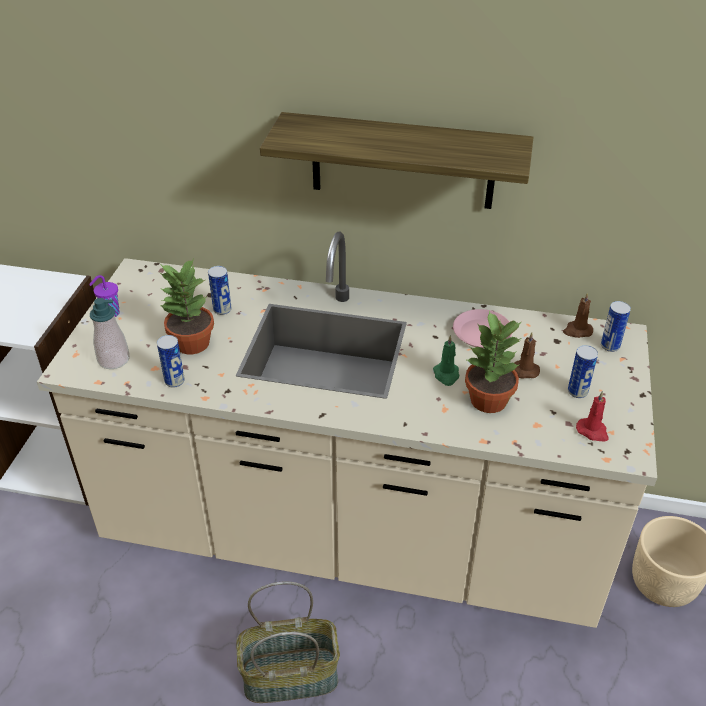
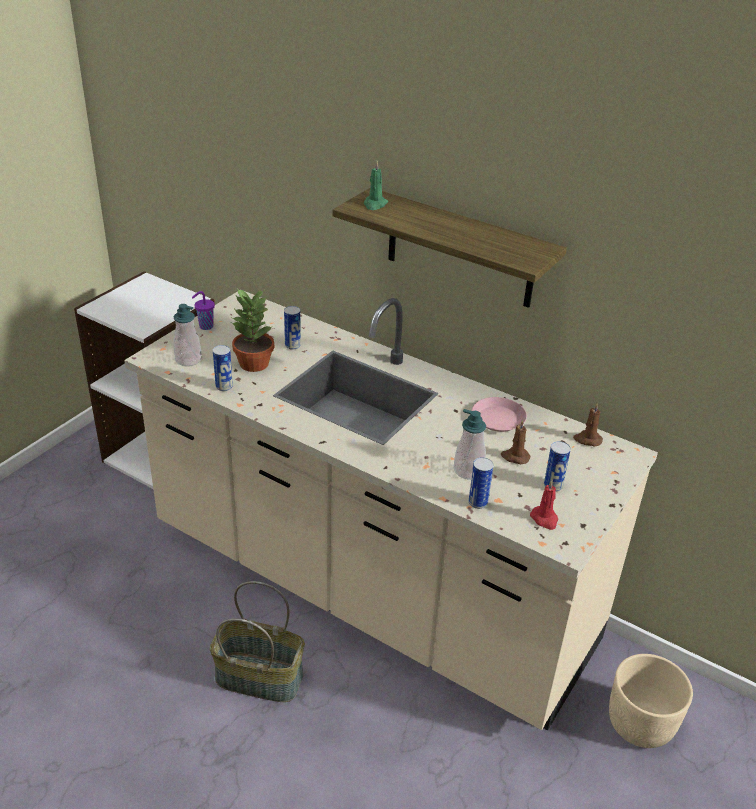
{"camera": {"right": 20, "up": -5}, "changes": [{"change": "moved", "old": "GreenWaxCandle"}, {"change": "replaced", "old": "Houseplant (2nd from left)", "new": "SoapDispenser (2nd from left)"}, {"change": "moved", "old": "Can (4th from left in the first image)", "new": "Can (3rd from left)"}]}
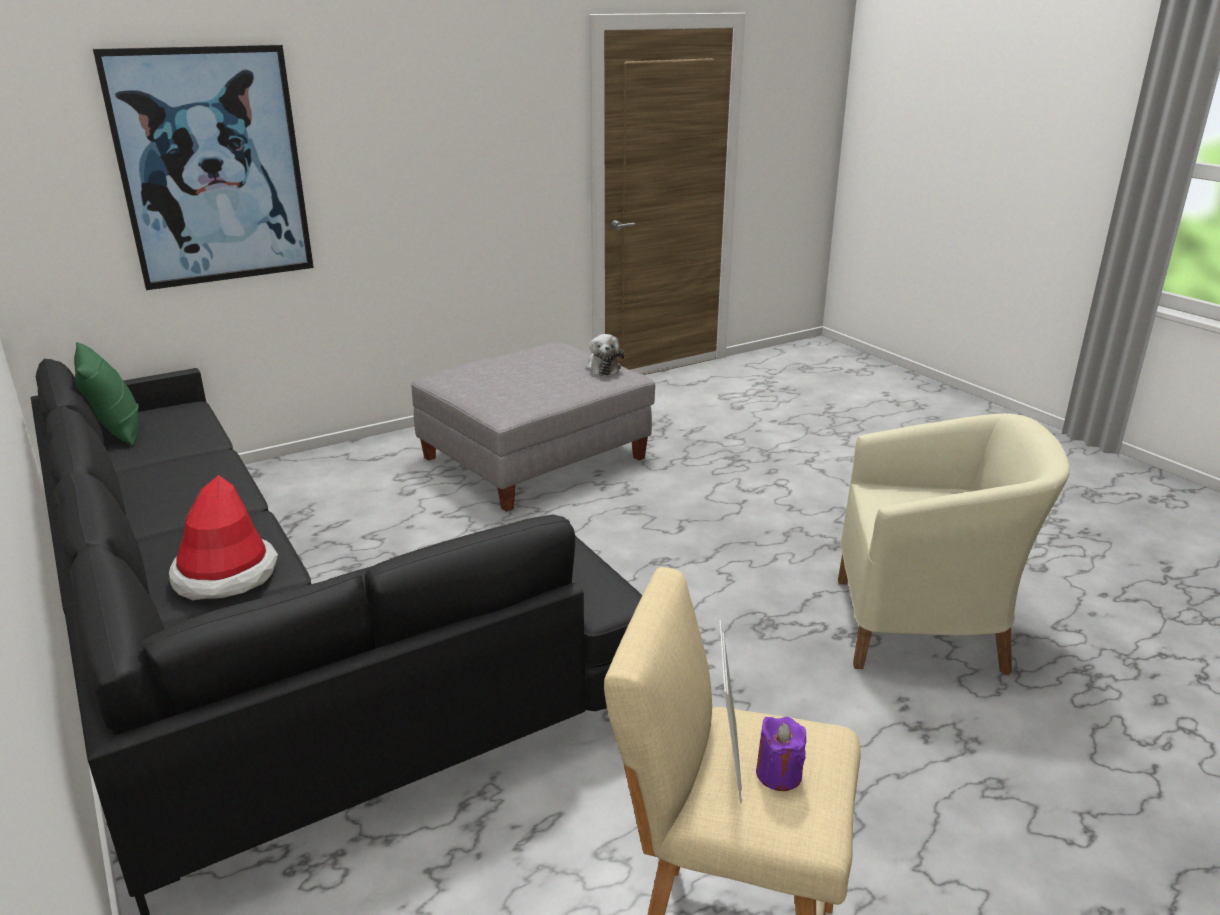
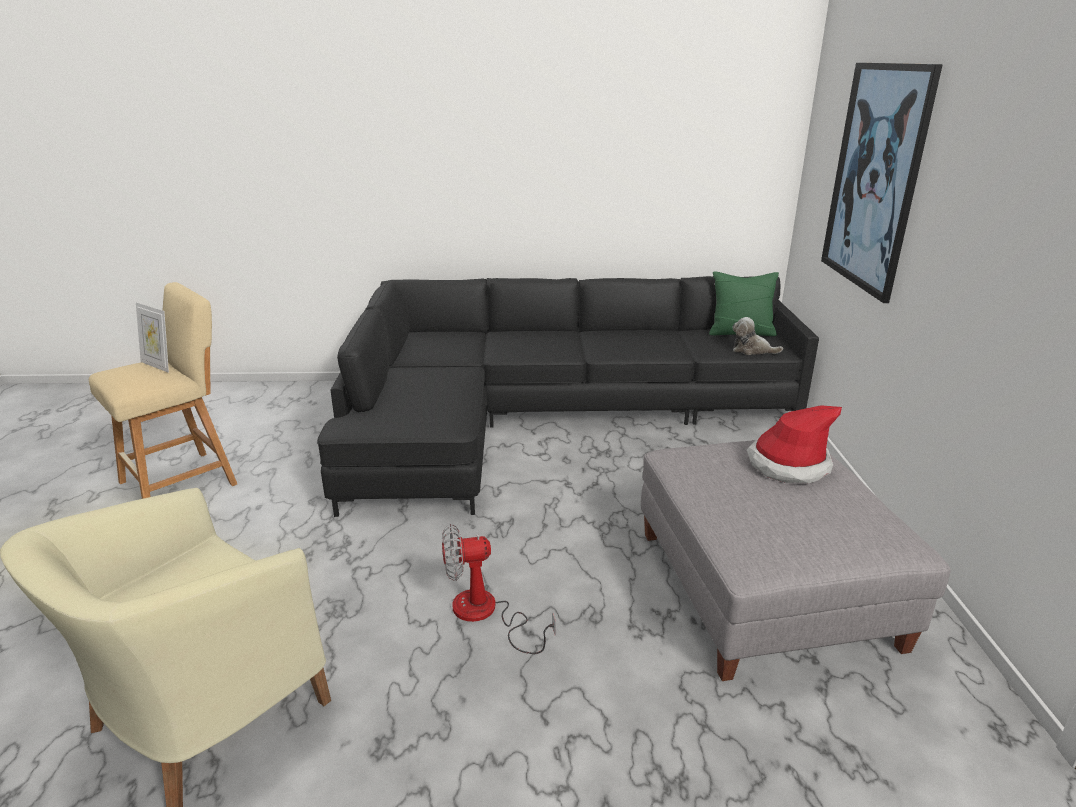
{"camera": {"right": 120, "up": 0}, "changes": [{"change": "moved", "old": "ClothingHat"}, {"change": "moved", "old": "SoftToy"}, {"change": "removed", "old": "PurpleColouredWaxCandle"}, {"change": "added", "new": "CoolingFan"}]}
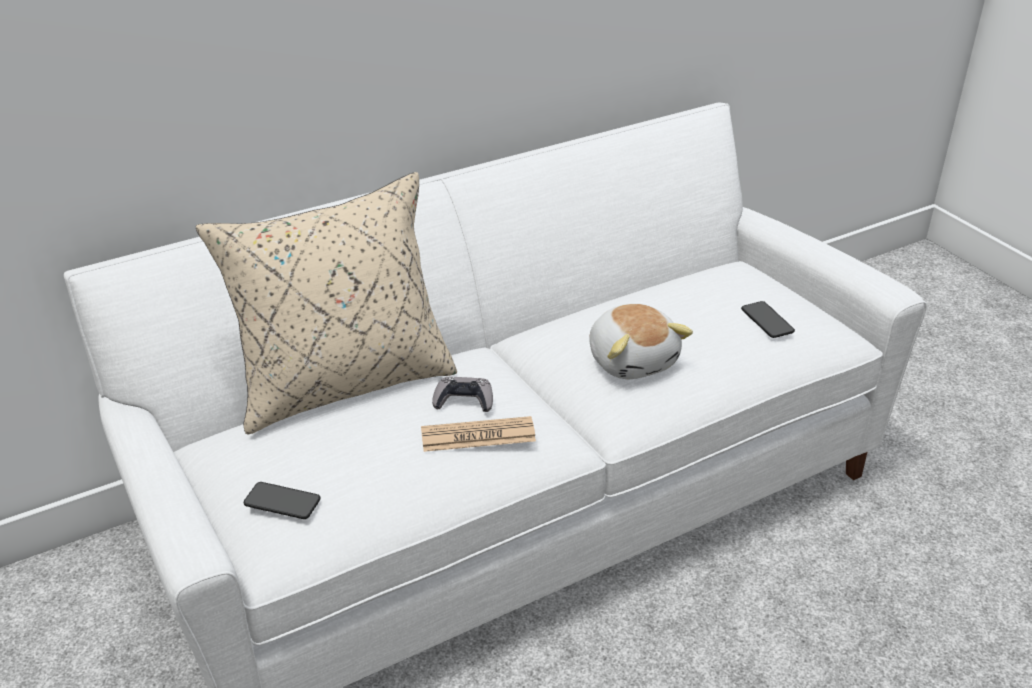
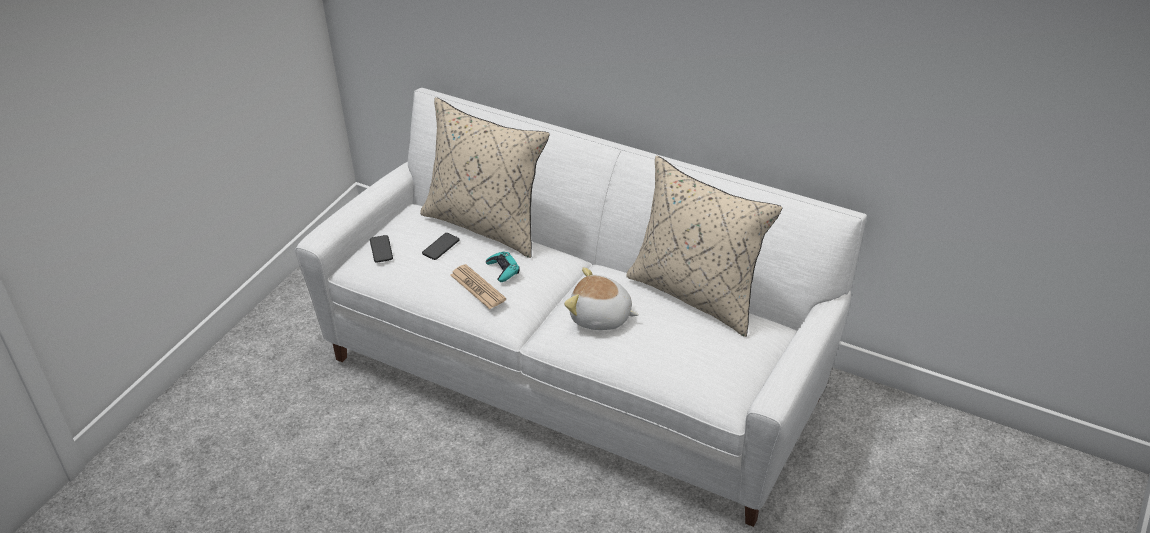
{"camera": {"right": 60, "up": 5}, "changes": [{"change": "recoloured", "old": "GrayJoypad", "new": "TurquoiseJoypad"}, {"change": "turned", "old": "SoftToy", "degrees": 75}, {"change": "moved", "old": "Handset (2nd from left)"}, {"change": "added", "new": "BeigeColouredPillow (2nd from left)"}]}
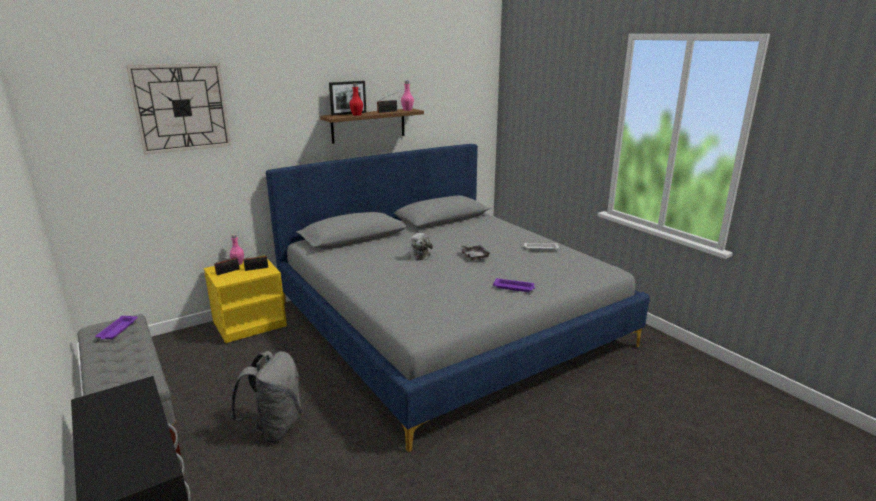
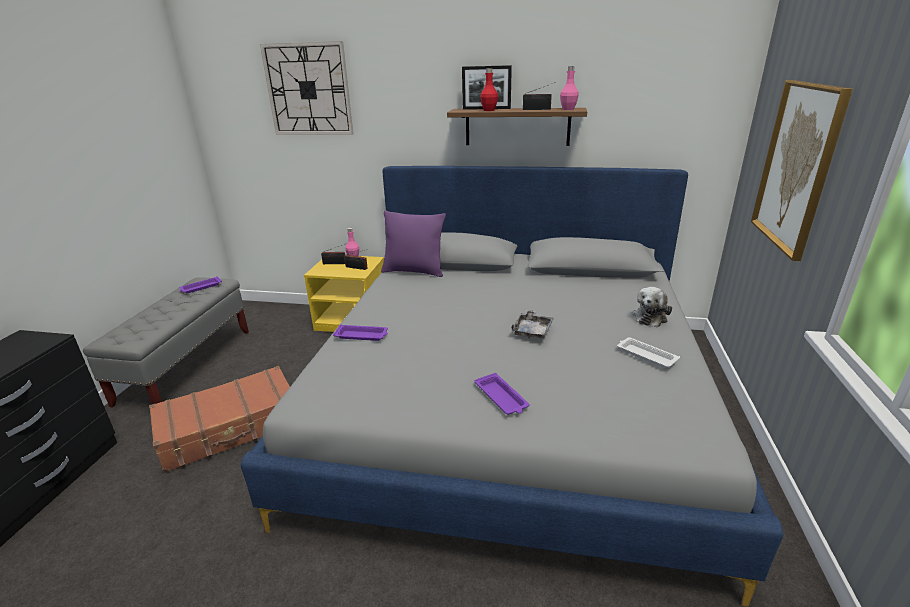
{"camera": {"right": 45, "up": 5}, "changes": [{"change": "replaced", "old": "GrayRucksack", "new": "BrownColouredPieceOfLuggage"}, {"change": "moved", "old": "SoftToy"}, {"change": "added", "new": "PurpleColouredCarryingTray (2nd from left)"}, {"change": "added", "new": "PurpleColouredPillow"}, {"change": "added", "new": "WallPicture"}]}
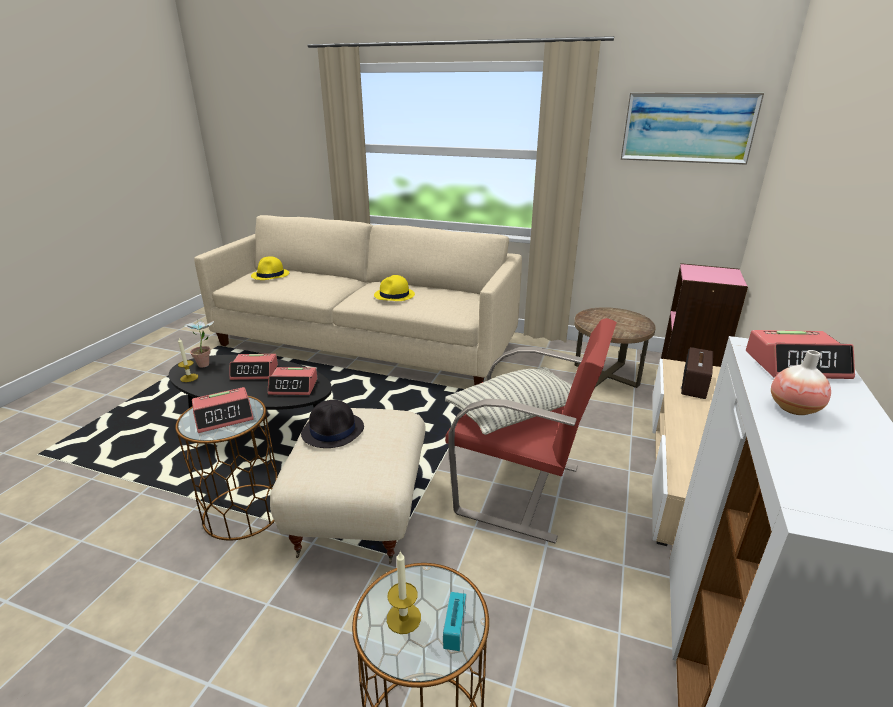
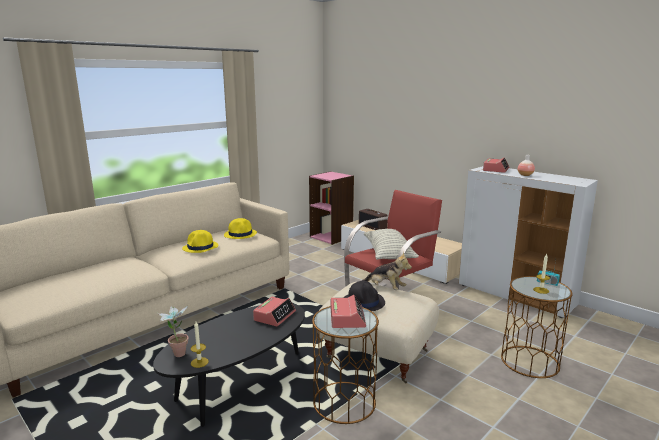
{"camera": {"right": -65, "up": -10}, "changes": [{"change": "removed", "old": "AlarmClock (2nd from left)"}, {"change": "moved", "old": "YellowishClothingHat (1st from left in the first image)", "new": "YellowishClothingHat (2nd from left)"}, {"change": "removed", "old": "BrownColouredAccentTable (3rd from left)"}, {"change": "removed", "old": "WallPicture"}, {"change": "added", "new": "SoftToy"}]}
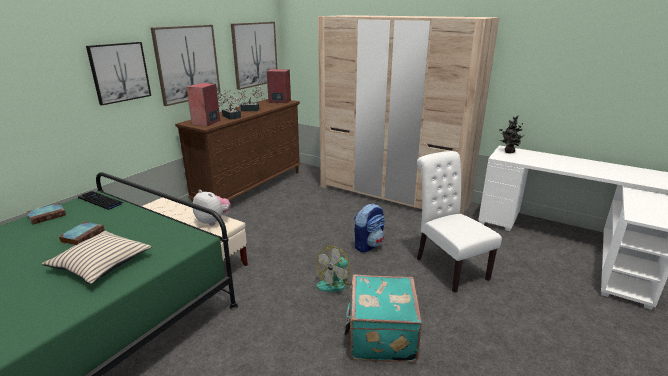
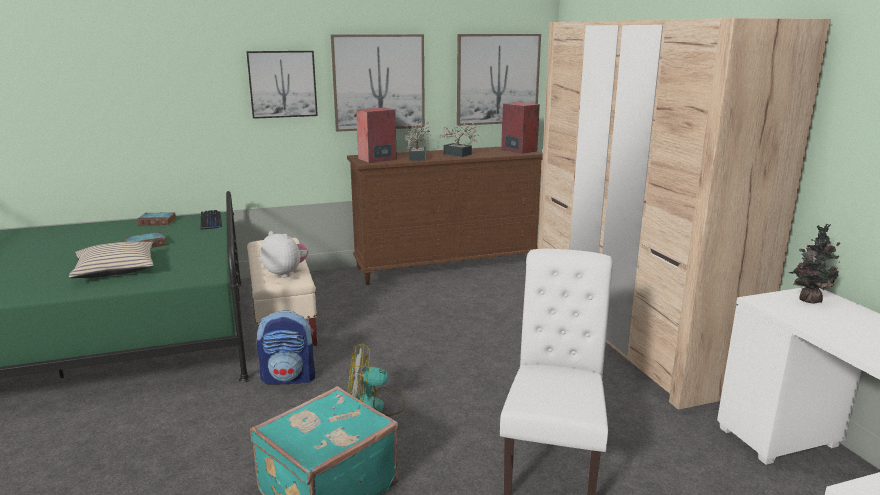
{"camera": {"right": 40, "up": -5}, "changes": [{"change": "turned", "old": "SoftToy", "degrees": -45}, {"change": "moved", "old": "Rucksack"}]}
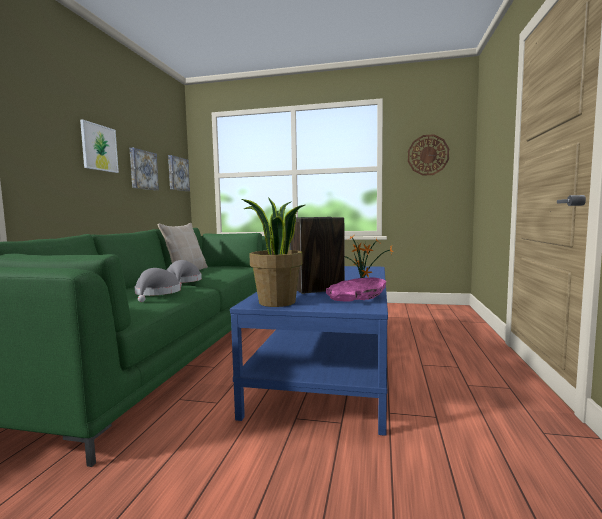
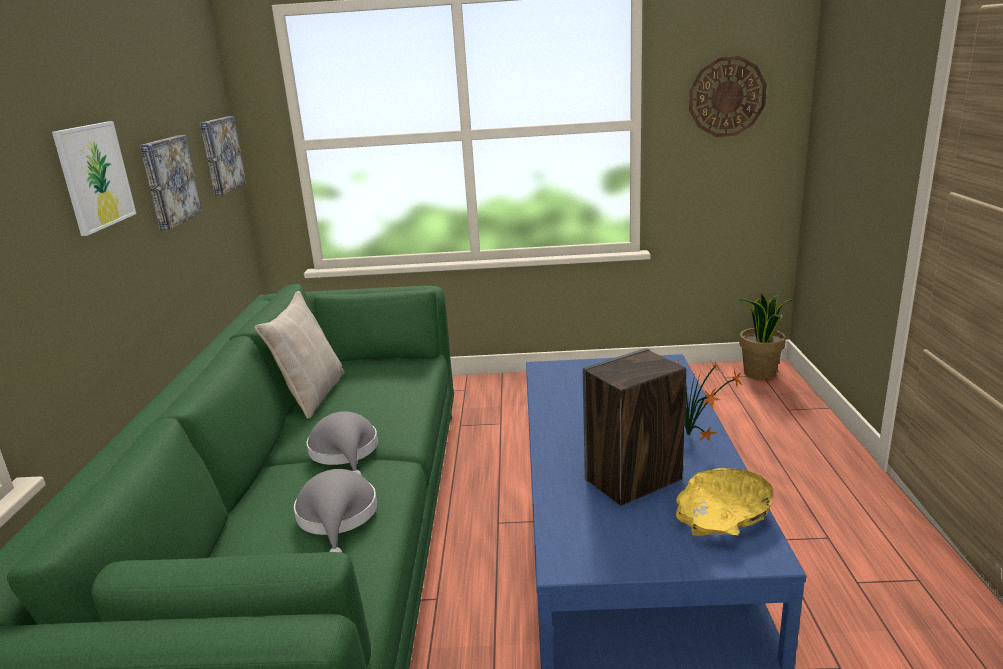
{"camera": {"right": -10, "up": 15}, "changes": [{"change": "moved", "old": "Houseplant (1st from left in the first image)", "new": "Houseplant (2nd from left)"}, {"change": "recoloured", "old": "PinkColouredDeepDish", "new": "YellowishDeepDish"}]}
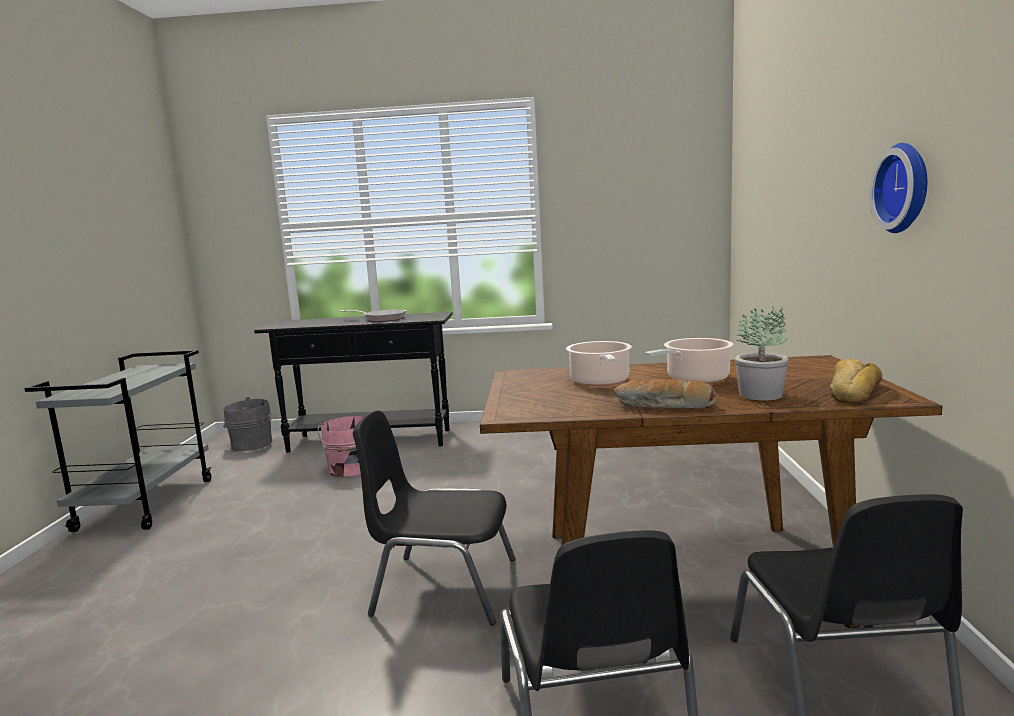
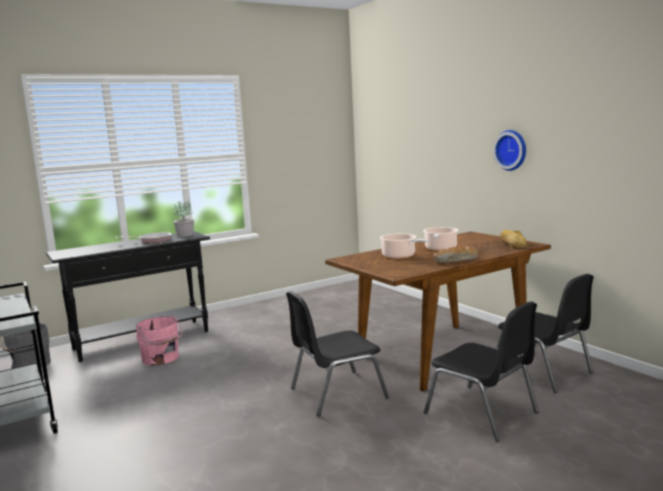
{"camera": {"right": -35, "up": 0}, "changes": [{"change": "moved", "old": "Houseplant"}]}
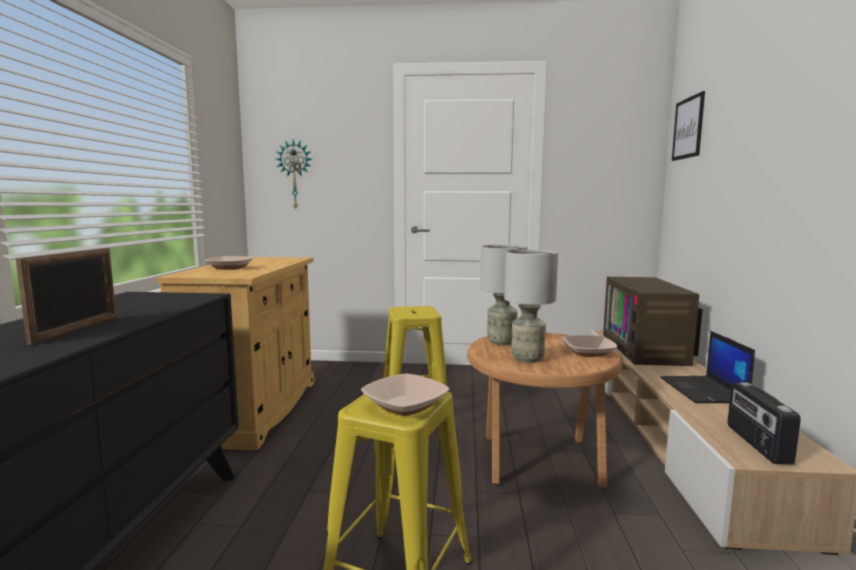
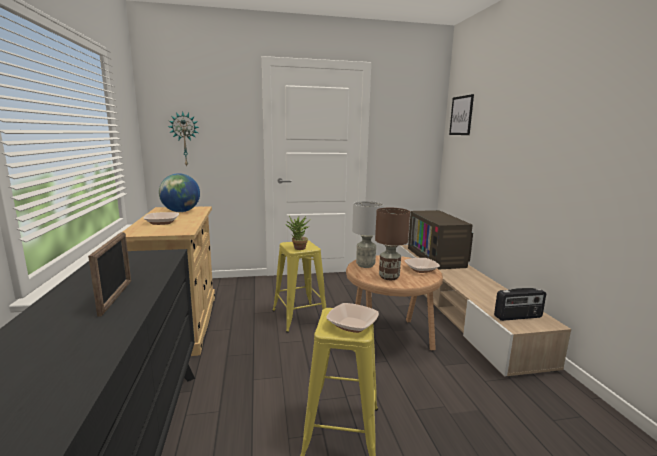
{"camera": {"right": -15, "up": 5}, "changes": [{"change": "recoloured", "old": "GrayLampForATable (2nd from left)", "new": "BrownColouredLampForATable"}, {"change": "removed", "old": "Laptop"}, {"change": "turned", "old": "RadioSet", "degrees": -90}, {"change": "added", "new": "DeskGlobe"}, {"change": "added", "new": "Houseplant"}]}
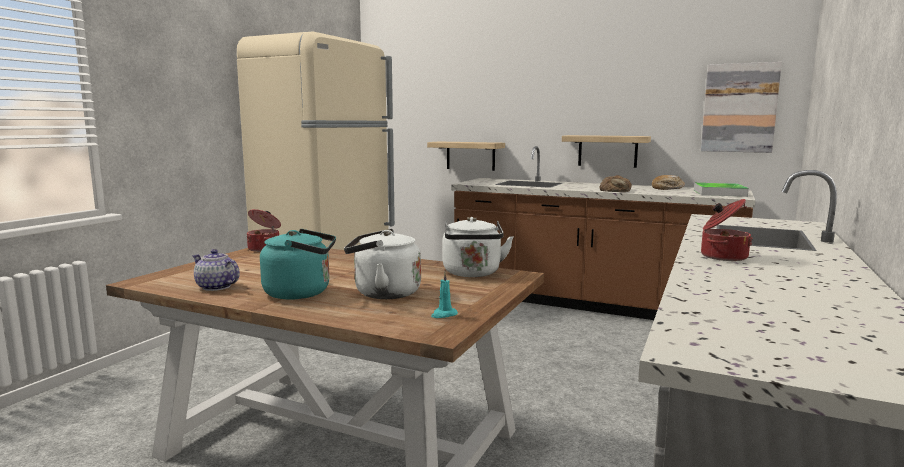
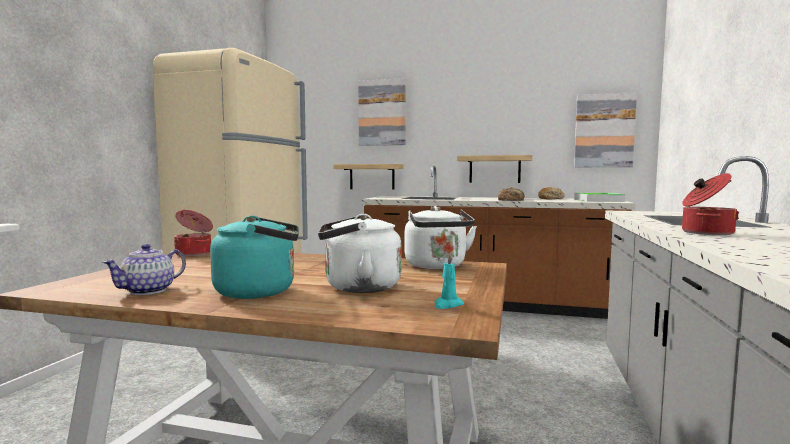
{"camera": {"right": -10, "up": -5}, "changes": [{"change": "turned", "old": "Teapot", "degrees": -75}, {"change": "added", "new": "WallPicture (1st from left)"}]}
